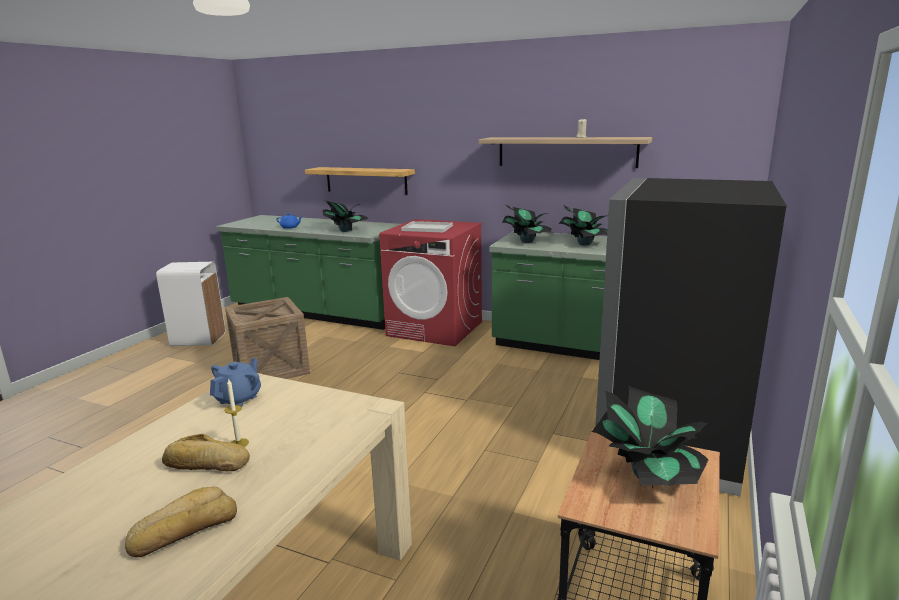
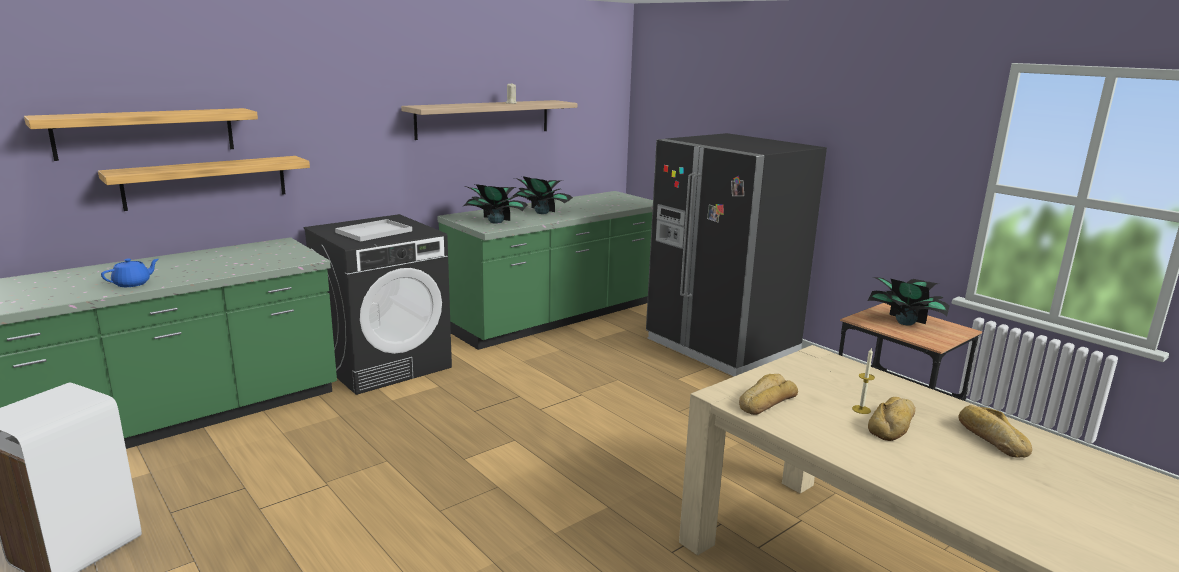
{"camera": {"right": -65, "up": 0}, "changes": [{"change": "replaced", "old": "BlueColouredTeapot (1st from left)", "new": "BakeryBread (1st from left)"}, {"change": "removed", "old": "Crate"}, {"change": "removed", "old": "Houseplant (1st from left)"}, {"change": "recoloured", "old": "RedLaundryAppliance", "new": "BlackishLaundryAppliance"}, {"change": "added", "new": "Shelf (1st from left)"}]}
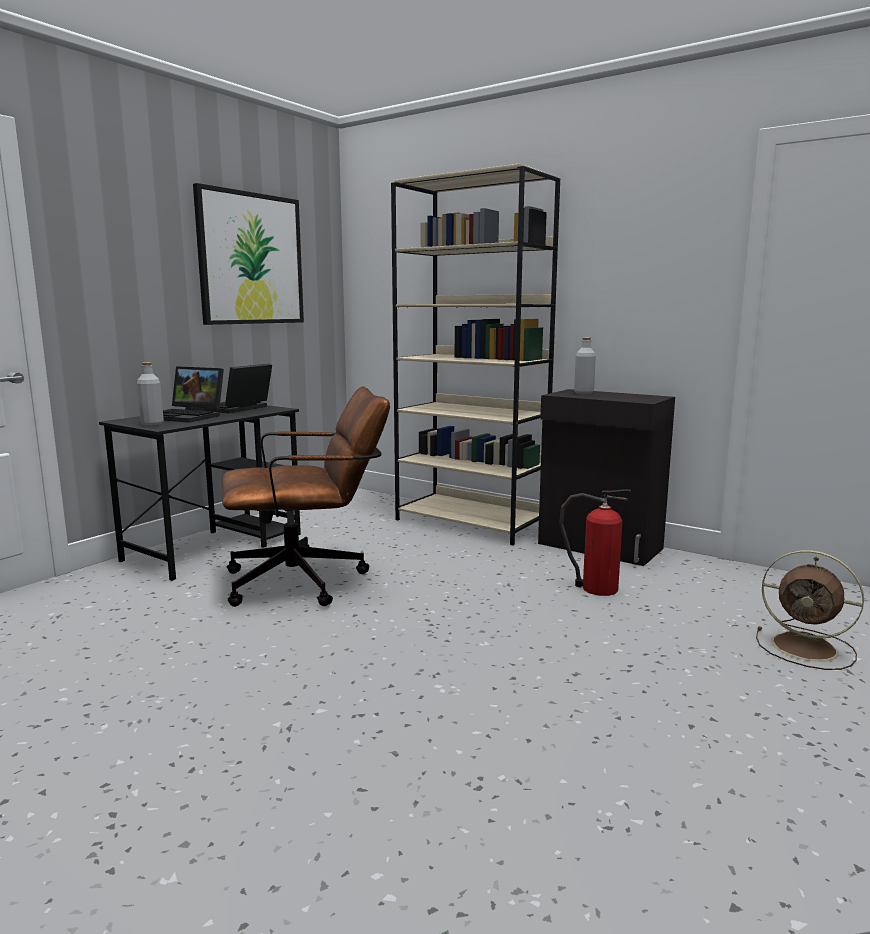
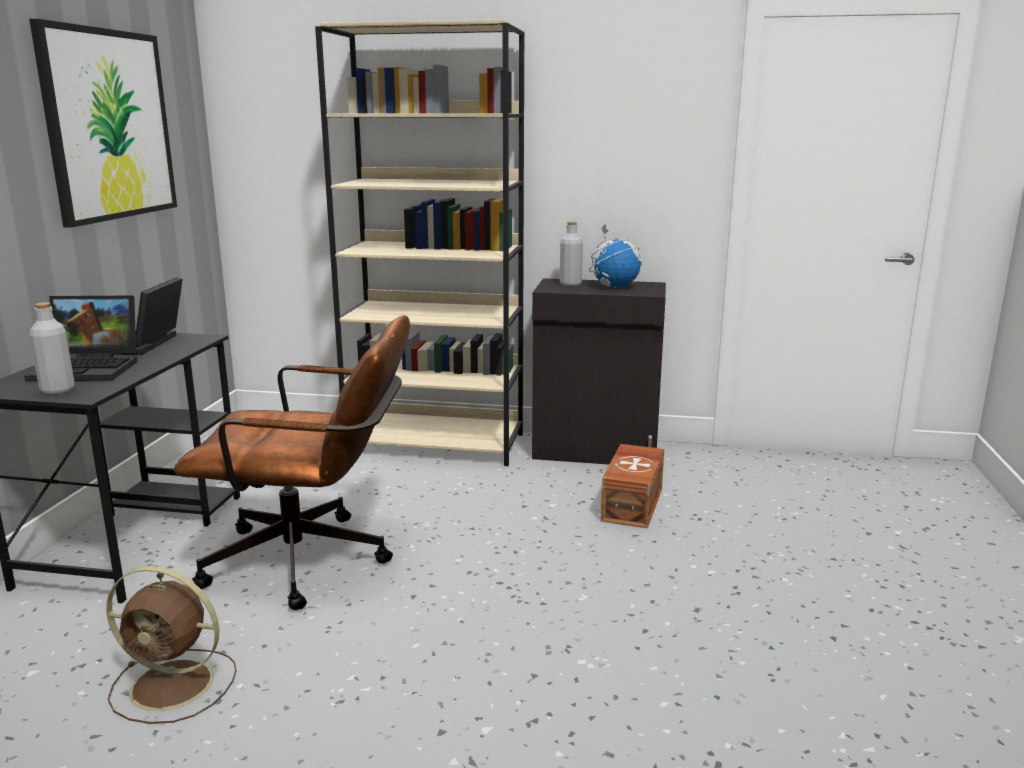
{"camera": {"right": -25, "up": 5}, "changes": [{"change": "turned", "old": "BrownColouredDeskChair", "degrees": 45}, {"change": "replaced", "old": "Extinguisher", "new": "BrownColouredStorageContainer"}, {"change": "moved", "old": "BrownColouredCoolingFan"}, {"change": "added", "new": "DeskGlobe"}]}
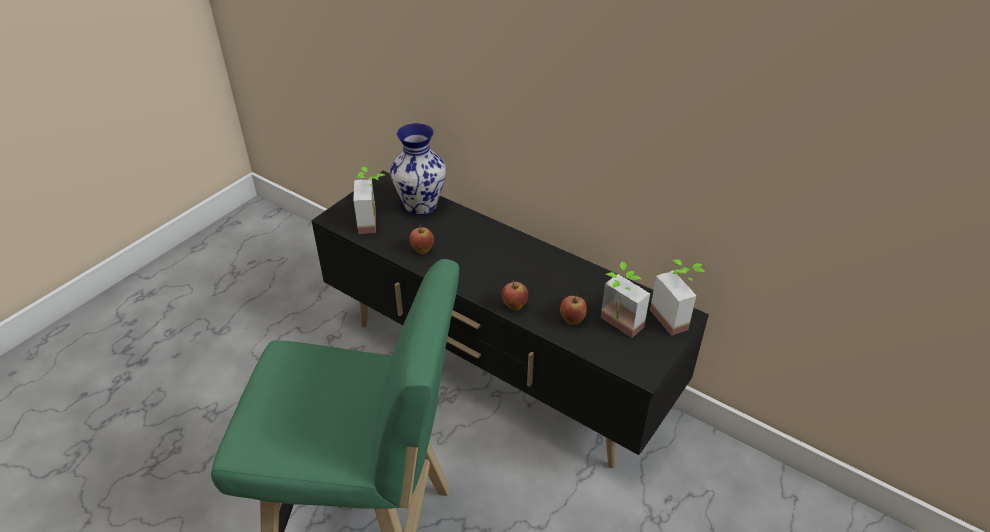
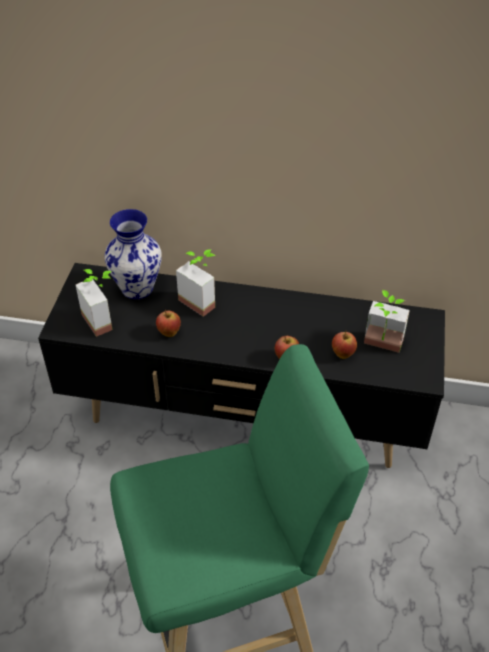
{"camera": {"right": -25, "up": 5}, "changes": [{"change": "moved", "old": "Houseplant (3rd from left in the first image)", "new": "Houseplant (2nd from left)"}]}
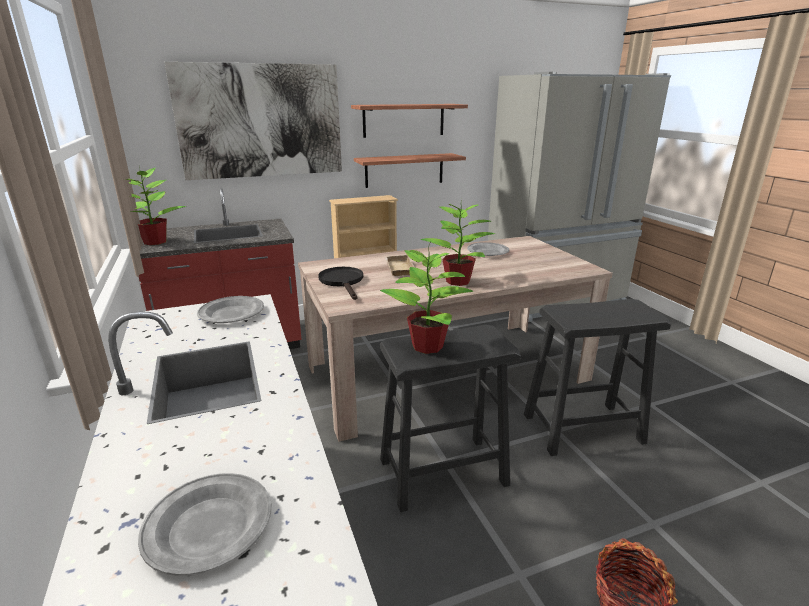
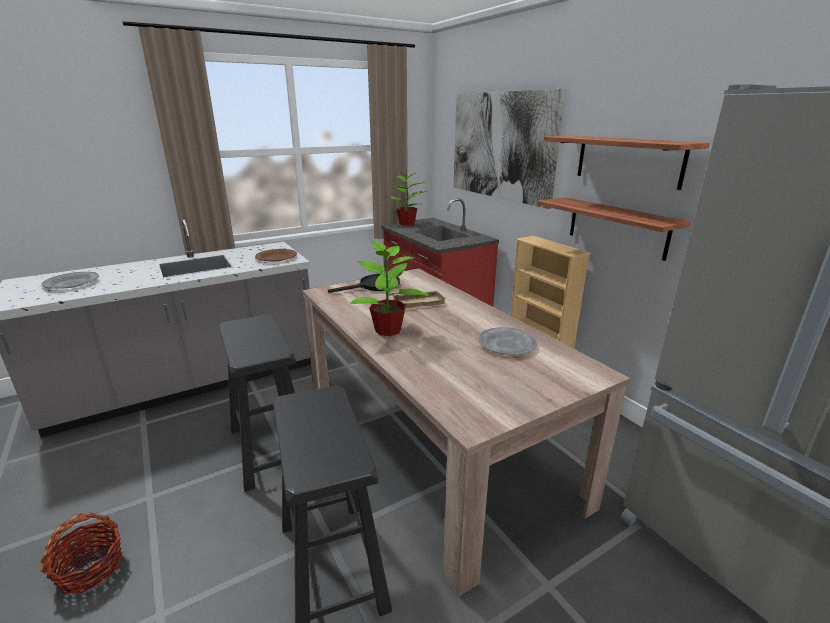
{"camera": {"right": 80, "up": 0}, "changes": [{"change": "recoloured", "old": "GrayFlatDish (2nd from left)", "new": "BrownColouredFlatDish"}, {"change": "removed", "old": "Houseplant (2nd from left)"}]}
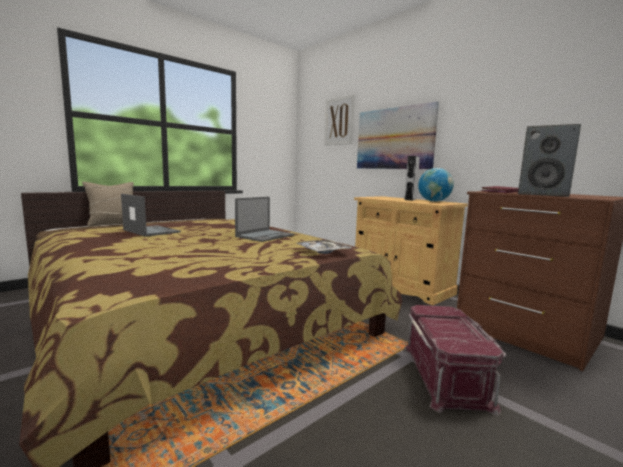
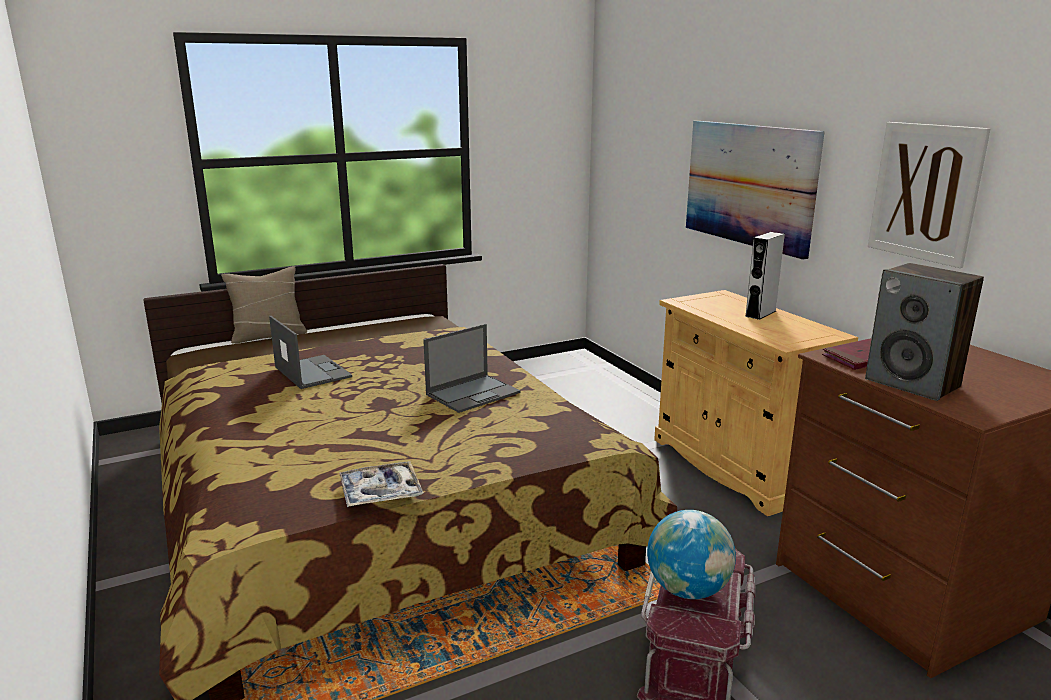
{"camera": {"right": 15, "up": 10}, "changes": [{"change": "moved", "old": "CarryingTray"}, {"change": "moved", "old": "WallPicture (1st from left in the first image)", "new": "WallPicture (2nd from left)"}, {"change": "moved", "old": "DeskGlobe"}]}
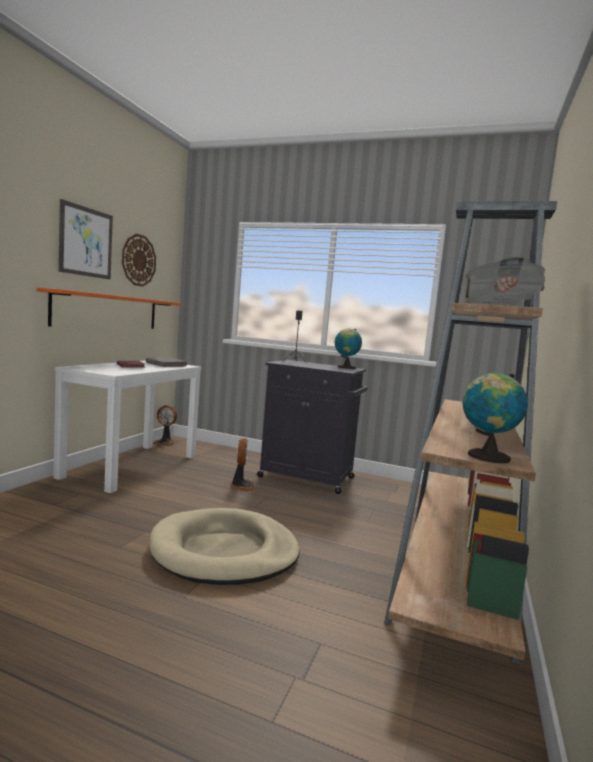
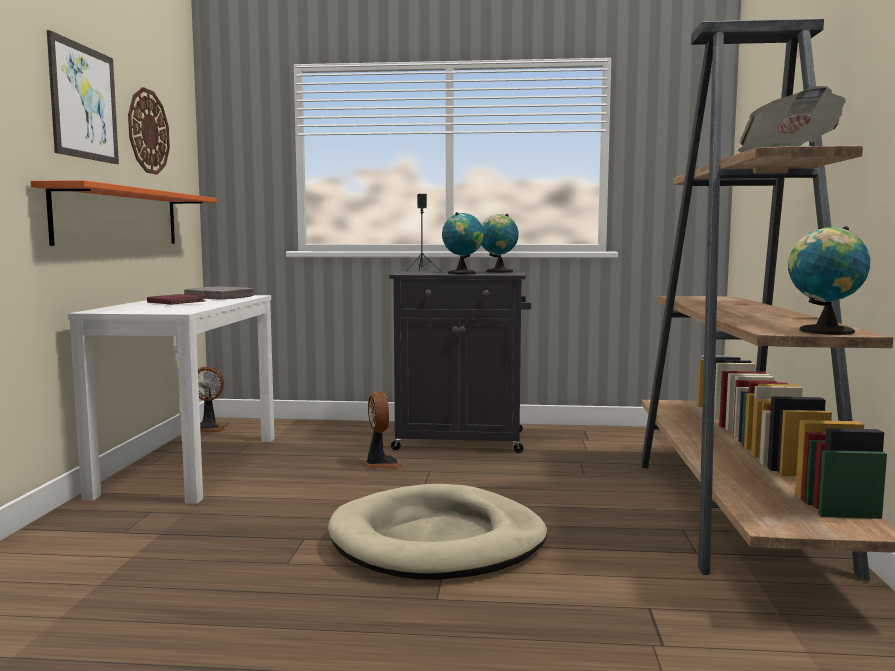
{"camera": {"right": -15, "up": 0}, "changes": [{"change": "added", "new": "DeskGlobe (1st from left)"}]}
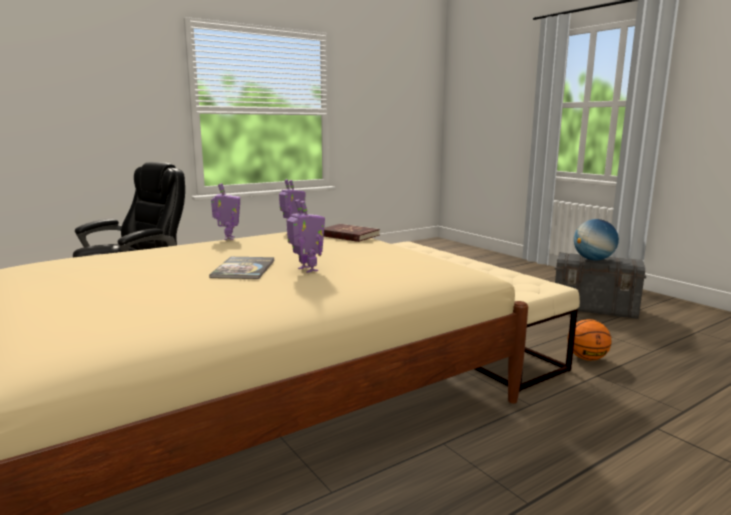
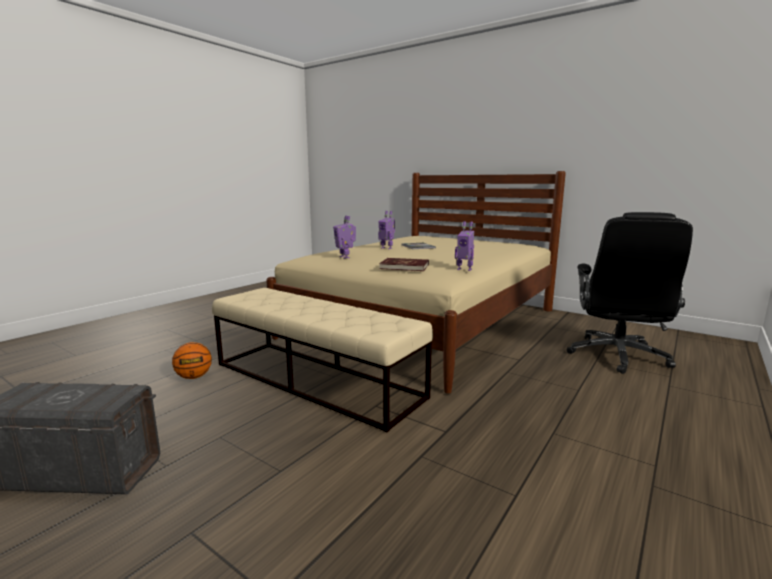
{"camera": {"right": 160, "up": 0}, "changes": [{"change": "moved", "old": "ModelRobot (1st from left)"}, {"change": "removed", "old": "DeskGlobe"}]}
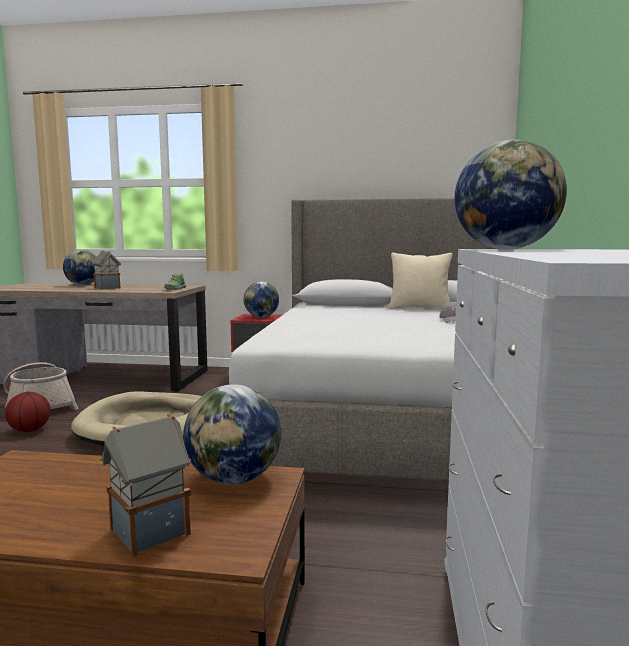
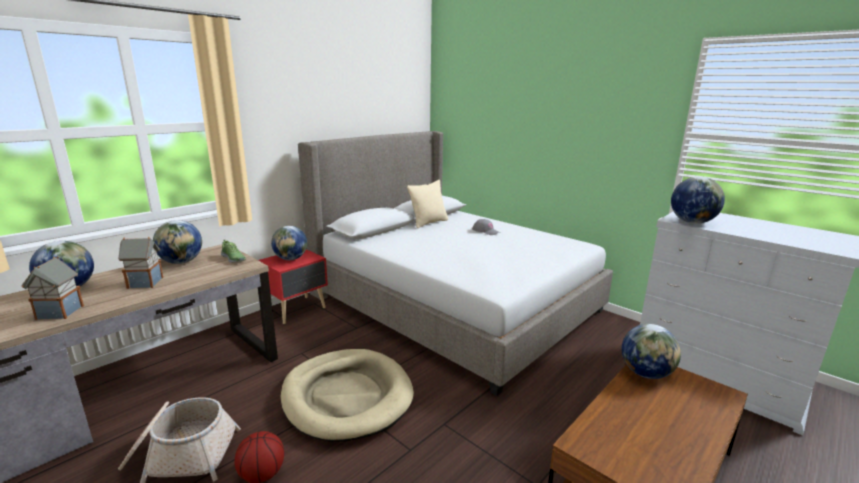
{"camera": {"right": -55, "up": 10}, "changes": [{"change": "moved", "old": "ModelHouse (2nd from left in the first image)", "new": "ModelHouse (1st from left)"}, {"change": "added", "new": "DeskGlobe (2nd from left)"}]}
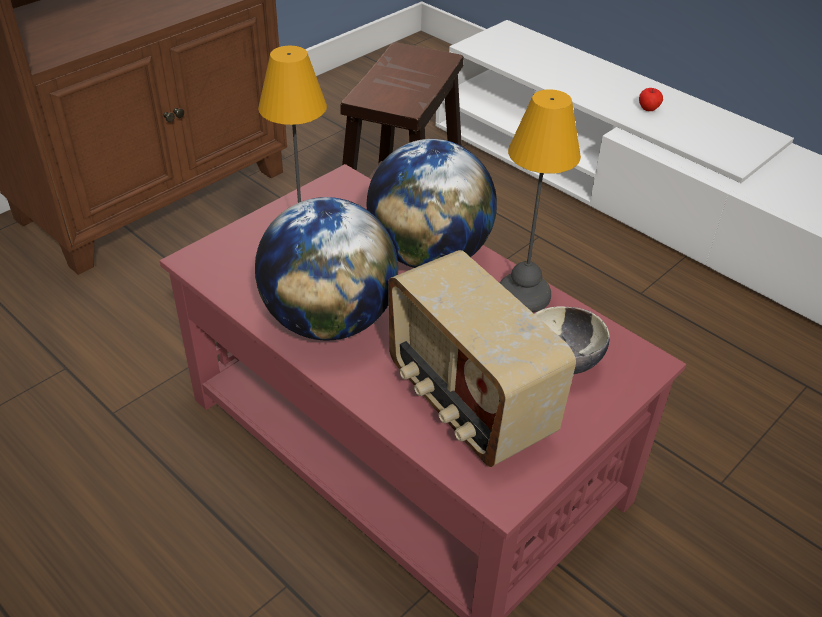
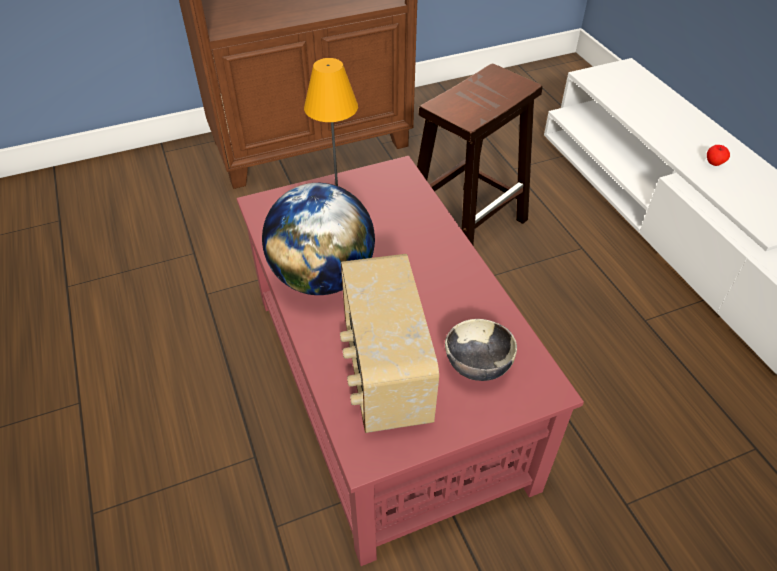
{"camera": {"right": 25, "up": 5}, "changes": [{"change": "removed", "old": "DeskGlobe (2nd from left)"}, {"change": "removed", "old": "LampForATable (2nd from left)"}]}
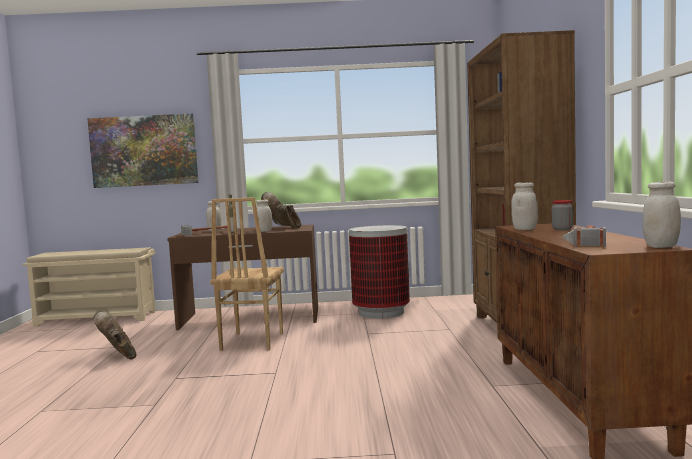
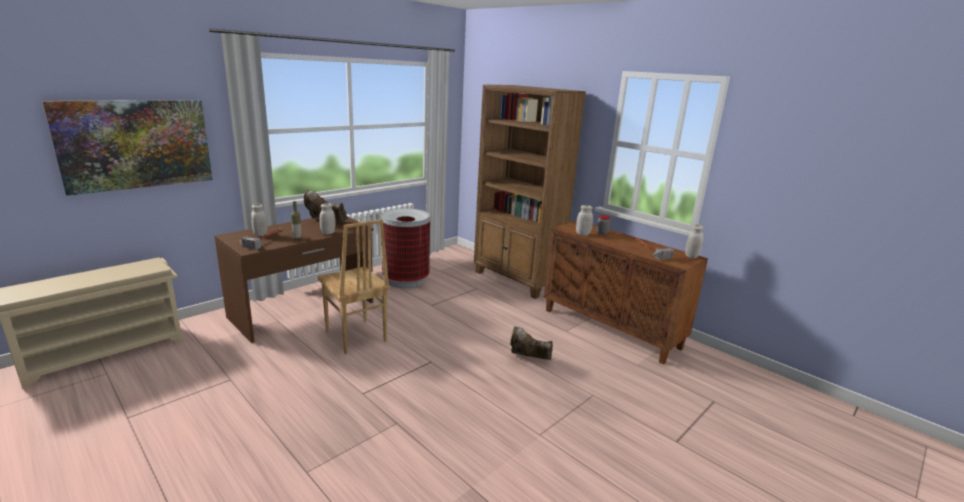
{"camera": {"right": -45, "up": 15}, "changes": [{"change": "moved", "old": "BrownColouredHighTopBoot (1st from left in the first image)", "new": "BrownColouredHighTopBoot (2nd from left)"}]}
